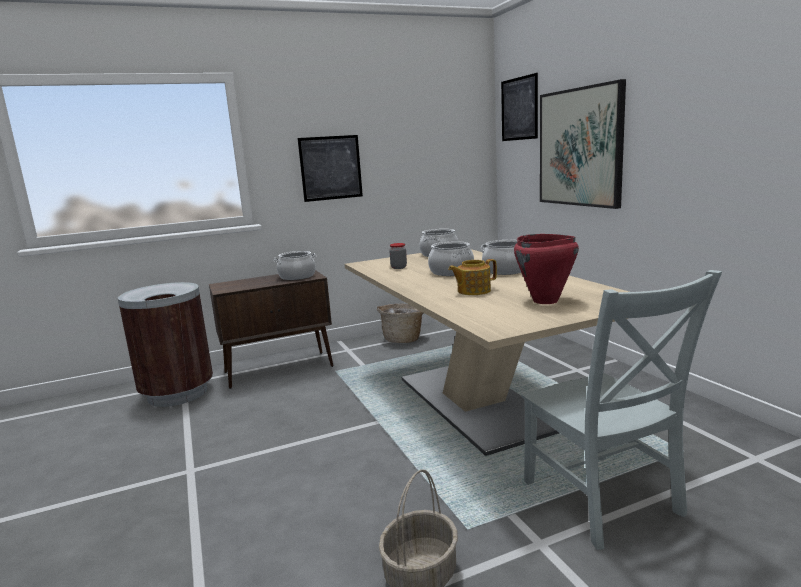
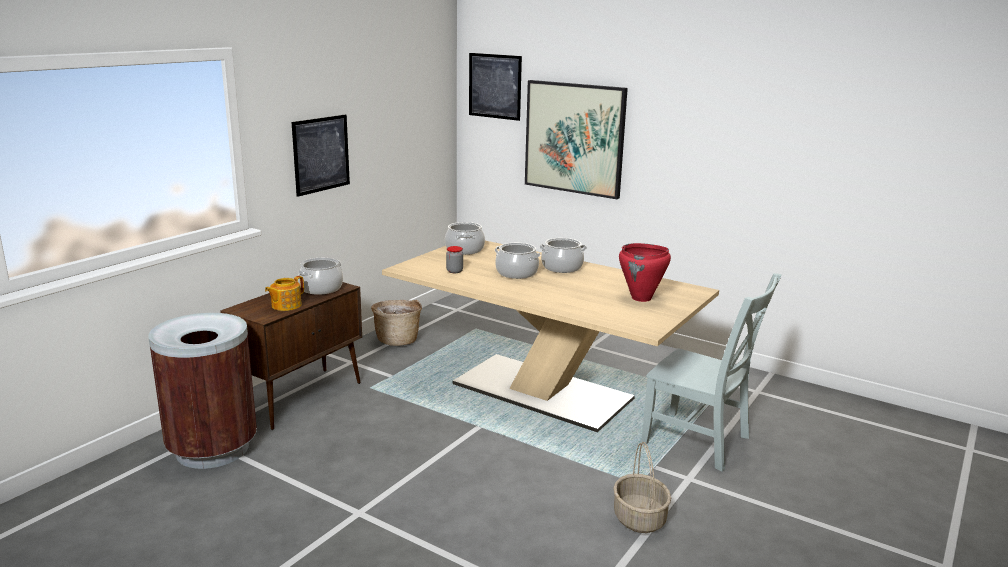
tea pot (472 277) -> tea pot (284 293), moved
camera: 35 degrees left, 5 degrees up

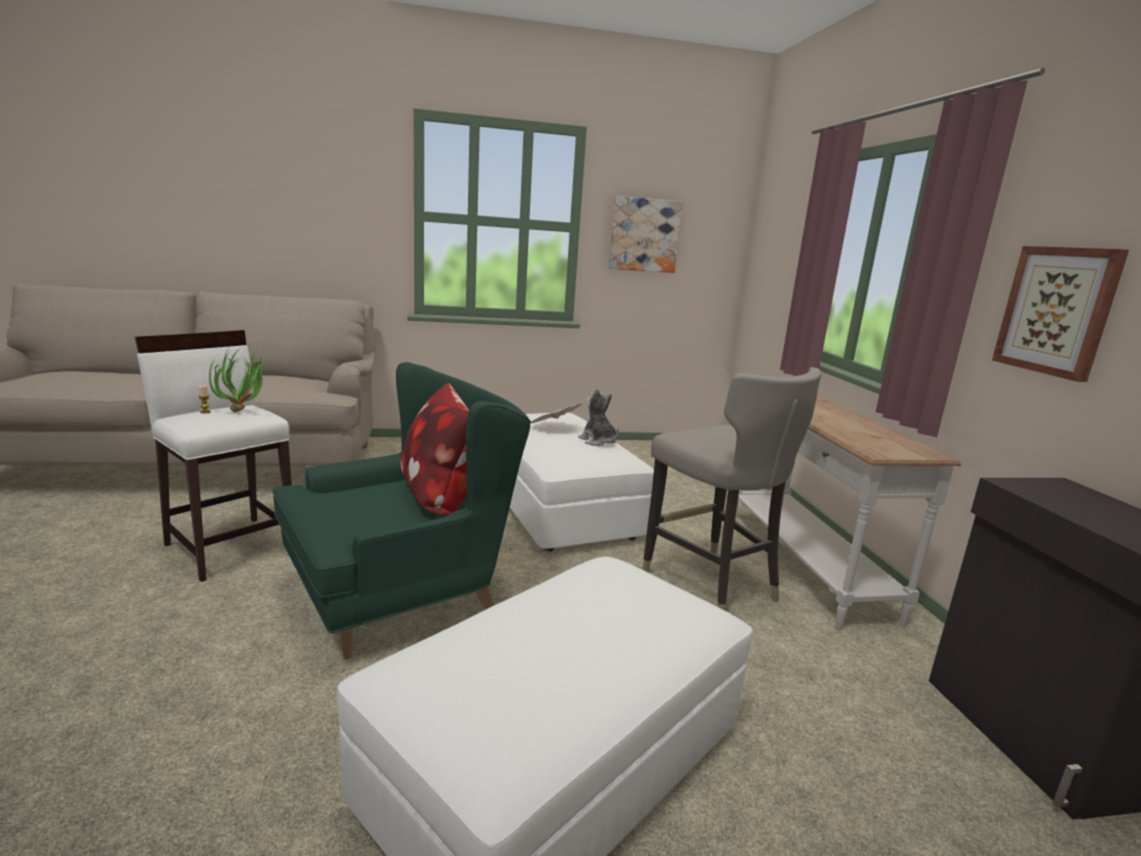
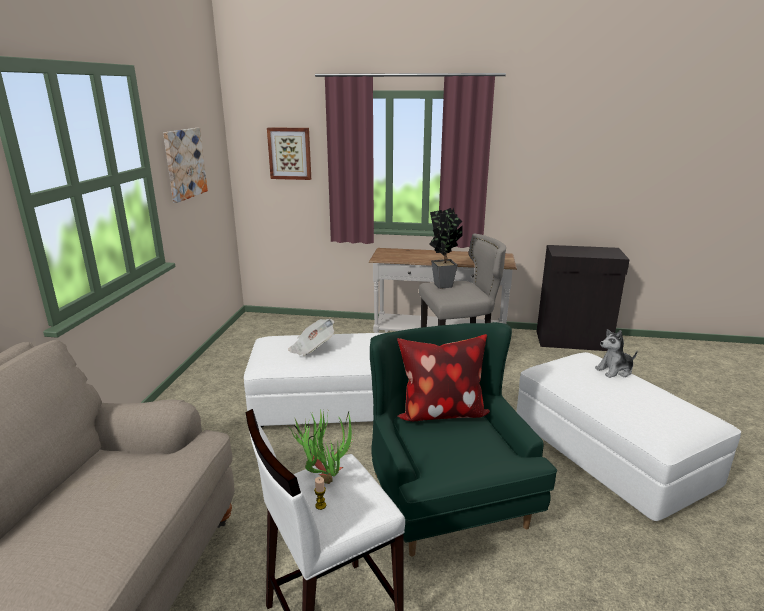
wall art (1060 314) -> wall art (289 153), moved
cuddly toy (598 417) -> cuddly toy (616 353), moved
none -> potted plant (446 248)
camera: 70 degrees left, 5 degrees up

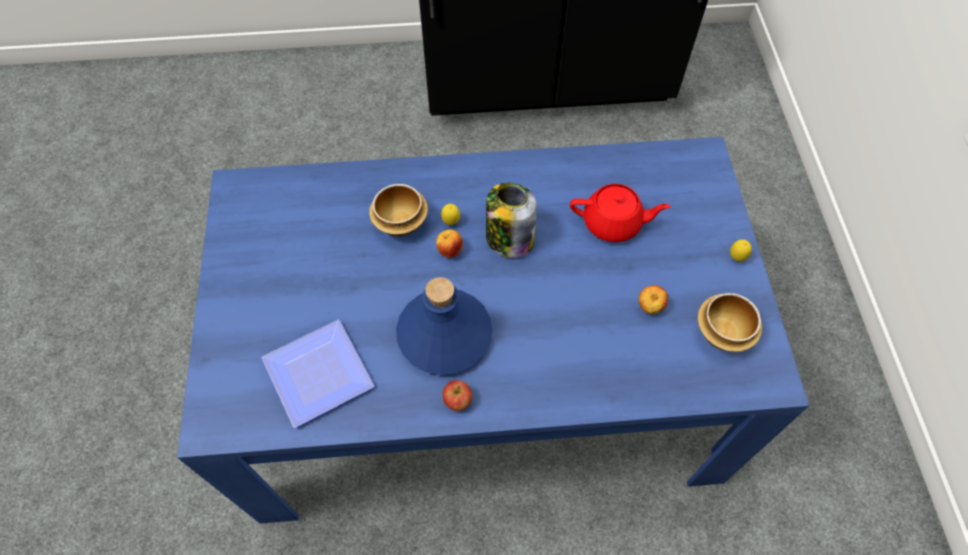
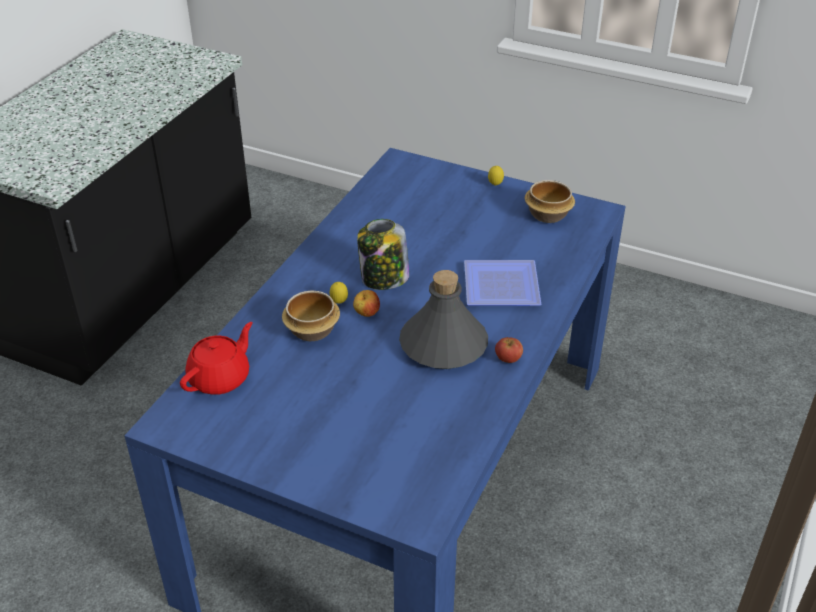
tea pot (reddish) (620 213) -> tea pot (reddish) (216 358), moved
bottle (bluish) (444 326) -> bottle (greyish) (443 319)
apple (653 299) -> none
dinner plate (318 374) -> dinner plate (503 283), moved
camera: 60 degrees left, 20 degrees down

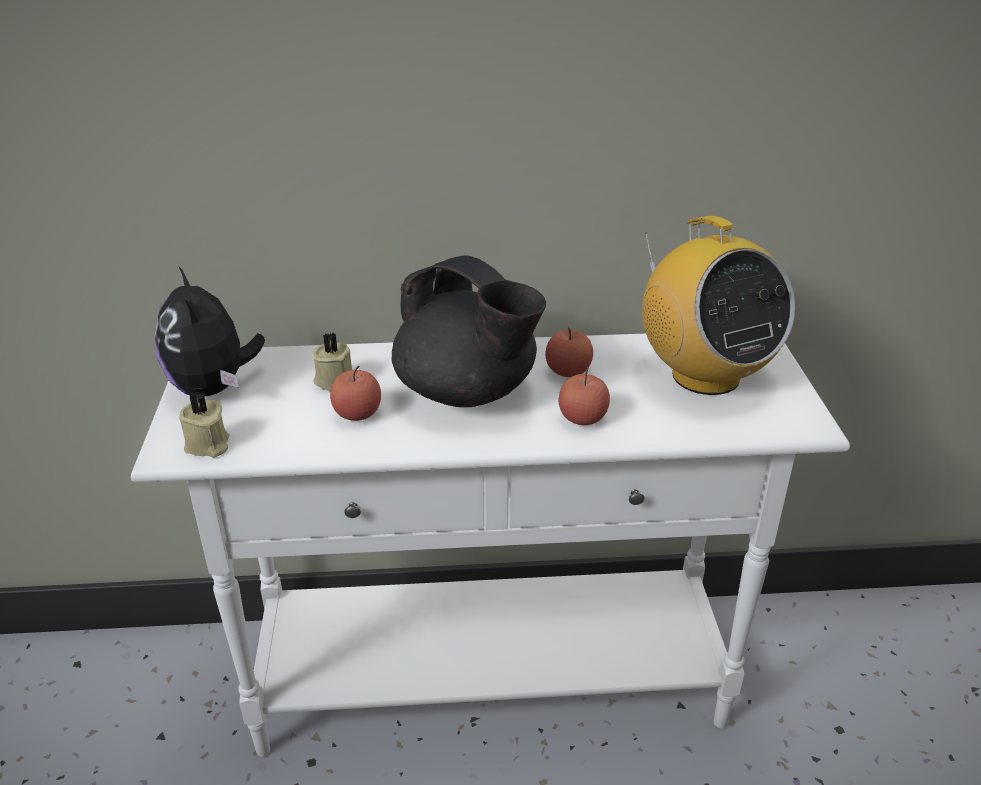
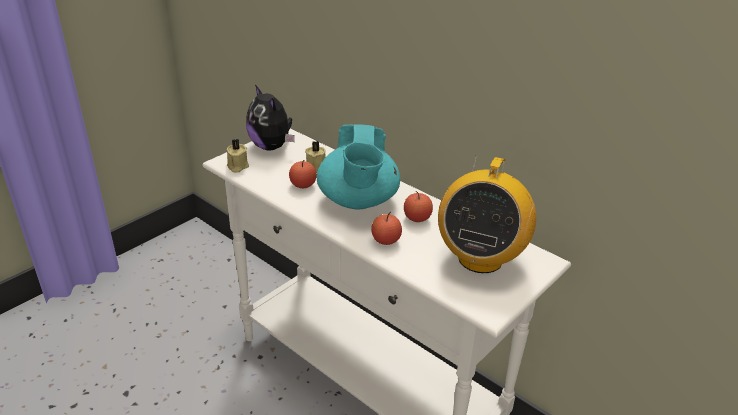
tea pot (blackish) (469 331) -> tea pot (turquoise-coloured) (358 166)
cuddly toy (210 331) -> cuddly toy (270 118), 60 degrees counterclockwise
camera: 45 degrees right, 0 degrees up

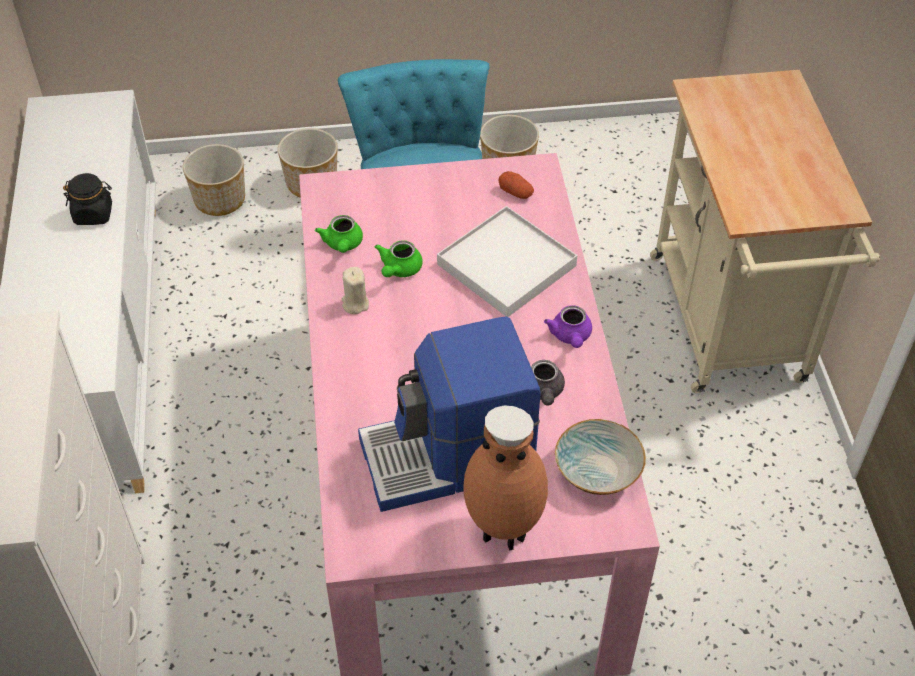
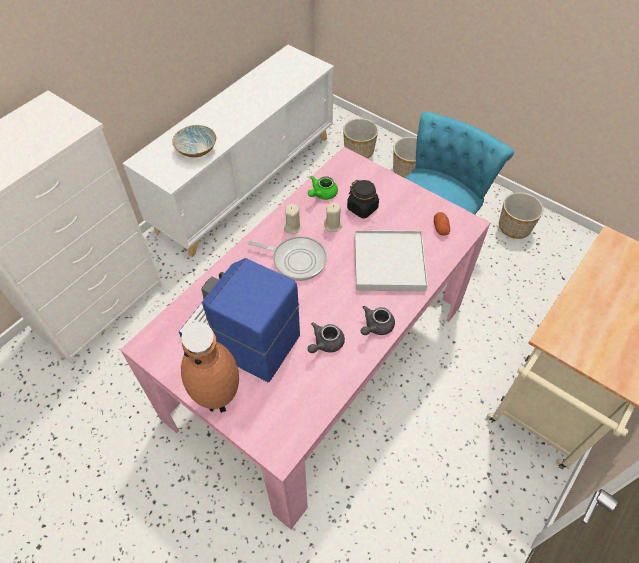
jar (blackish) (87 199) -> jar (blackish) (363 199), moved
tea pot (green) (399 258) -> wax light (beige-coloured) (333 217)
tea pot (purplish) (568 326) -> tea pot (greyish) (378 320)
bowl (600 457) -> bowl (194 141), moved
none -> frying pan (287 258)
camera: 45 degrees right, 5 degrees up

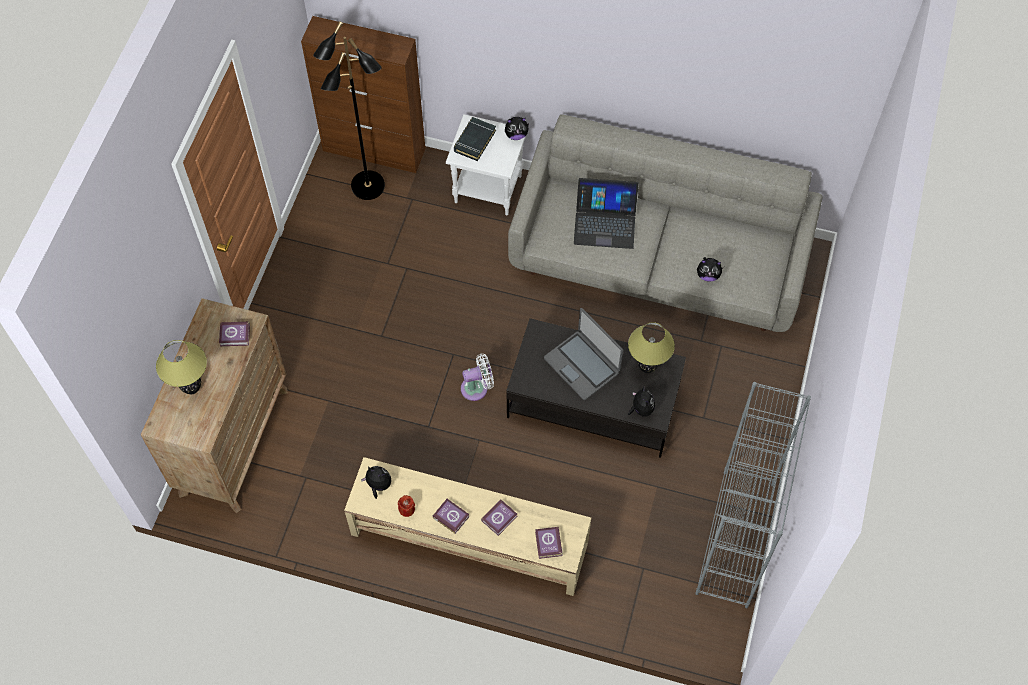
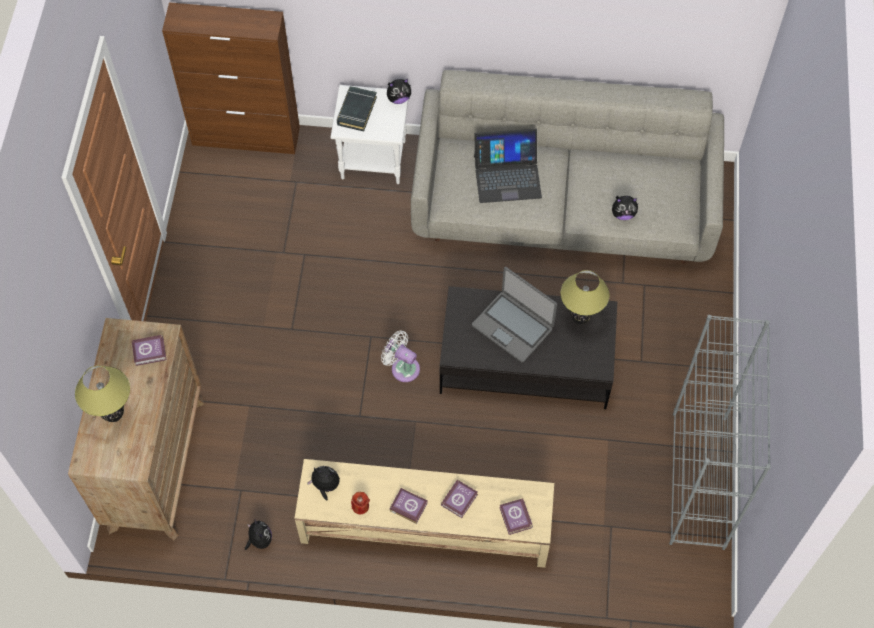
standing lamp (blackish) (349 110) -> none
cooling fan (white-coloured) (477 377) -> cooling fan (white-coloured) (400 356), 120 degrees counterclockwise
cuddly toy (641 401) -> cuddly toy (258 534), moved
camera: 10 degrees left, 0 degrees up

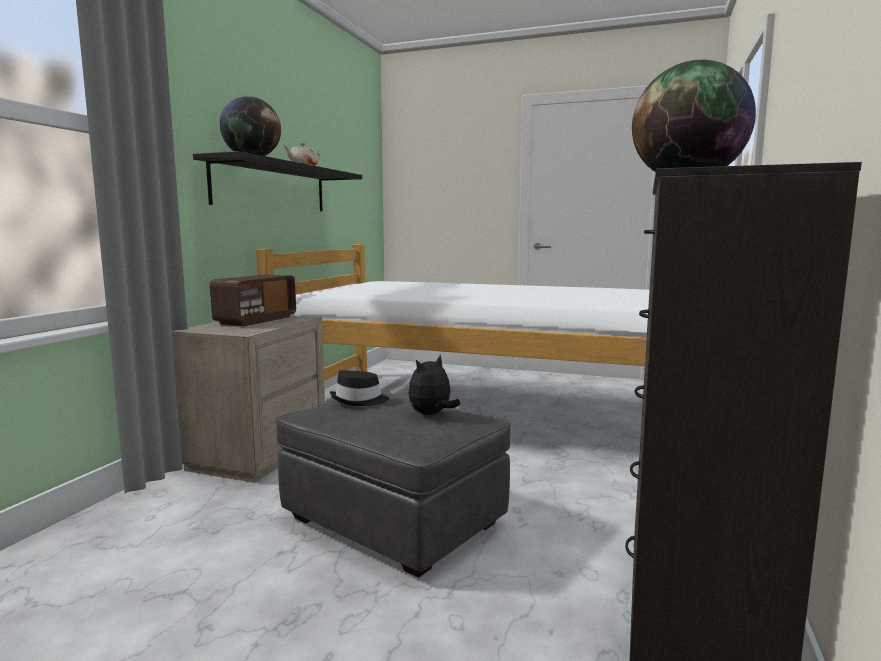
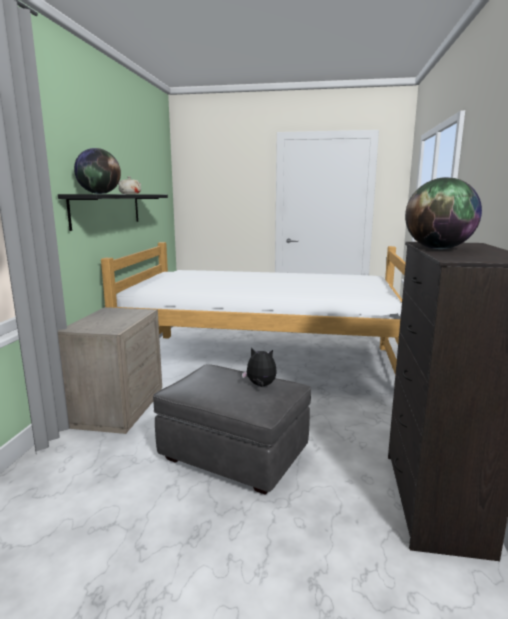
radio (253 300) -> none
cuddly toy (434 385) -> cuddly toy (259 367), 75 degrees clockwise
wearable hat (blackish) (359 388) -> none
camera: 10 degrees left, 5 degrees up

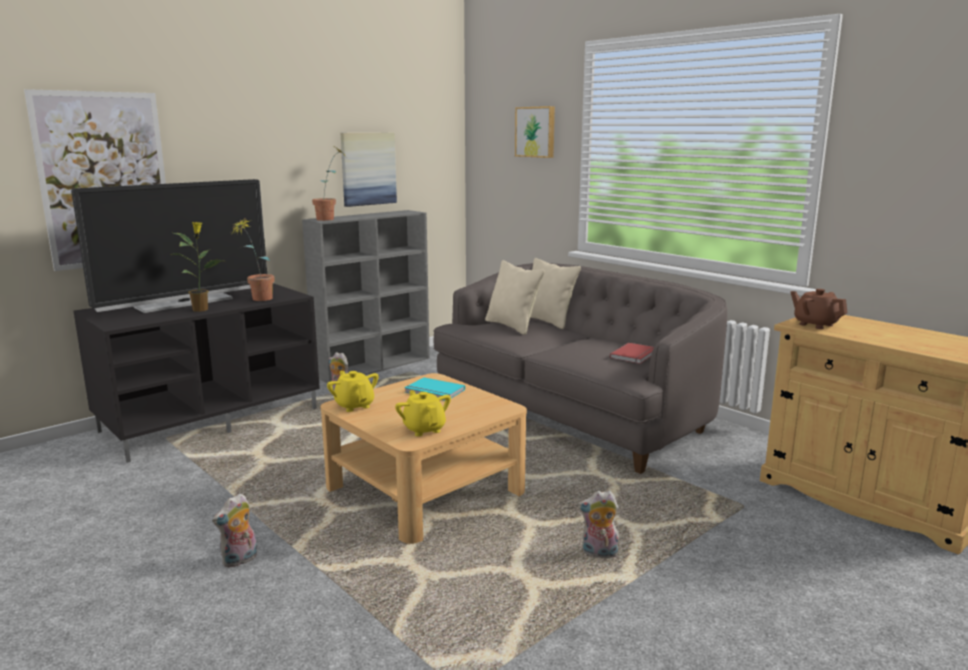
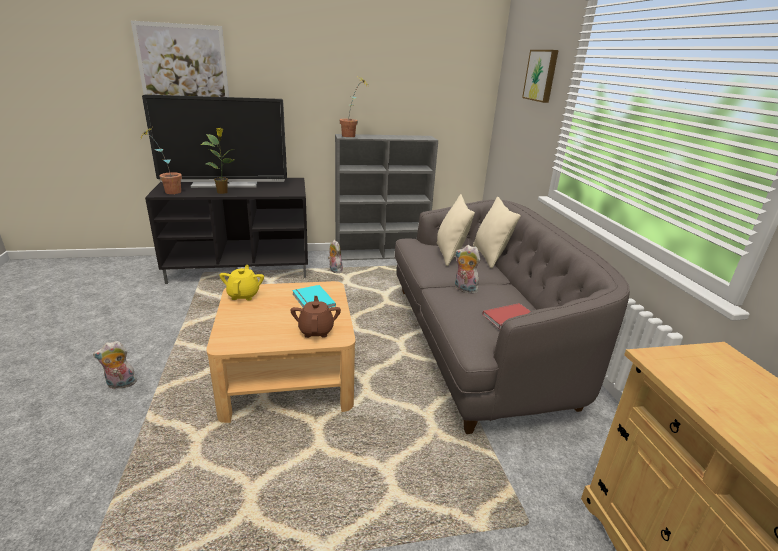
wall art (369 170) -> none
potted plant (253 259) -> potted plant (161 161), moved
tea pot (brown-coloured) (819 309) -> tea pot (brown-coloured) (315 317), moved
tea pot (yellowish) (423 413) -> none
cuddly toy (598 524) -> cuddly toy (467 269), moved
camera: 30 degrees right, 10 degrees up

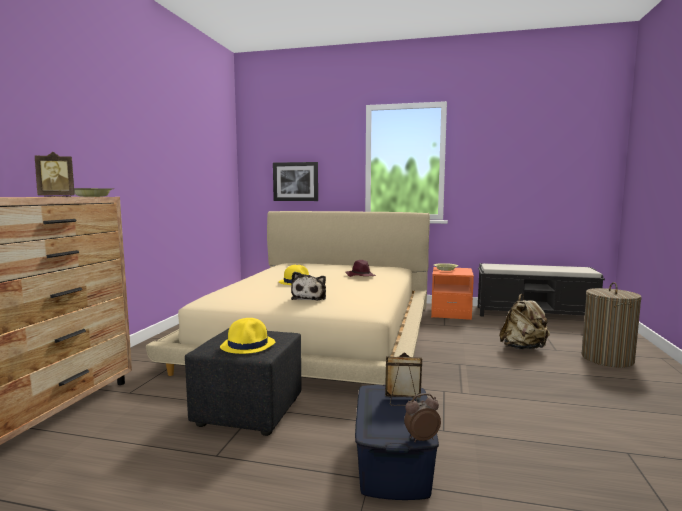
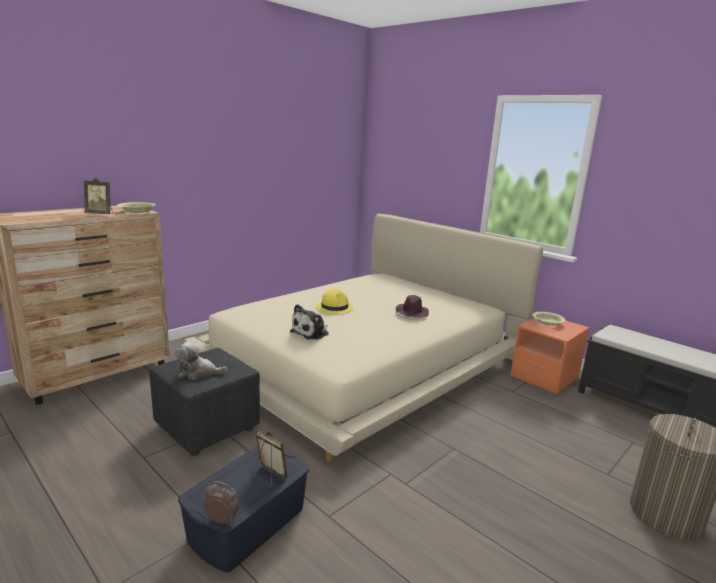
wall art (295 181) -> none
knapsack (beige-coloured) (524 321) -> none
wearable hat (yellowish) (247 336) -> cuddly toy (201 361)
camera: 30 degrees right, 10 degrees up

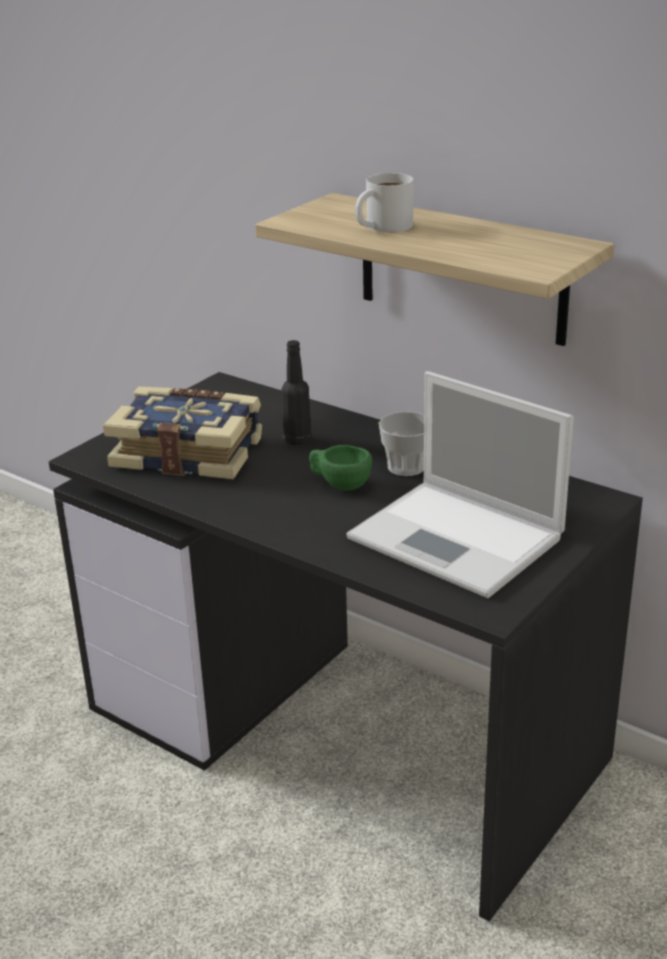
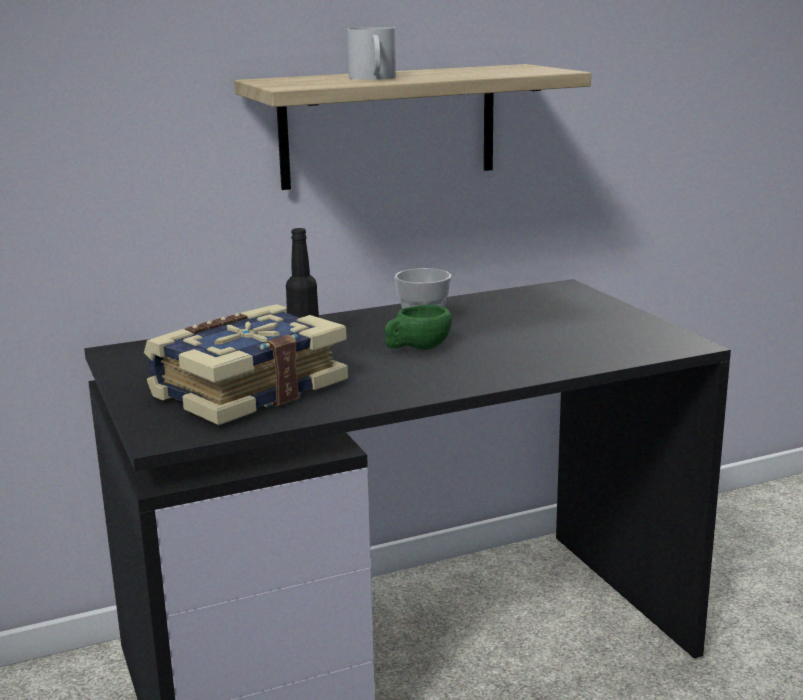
laptop (460 484) -> none
camera: 60 degrees left, 10 degrees down

